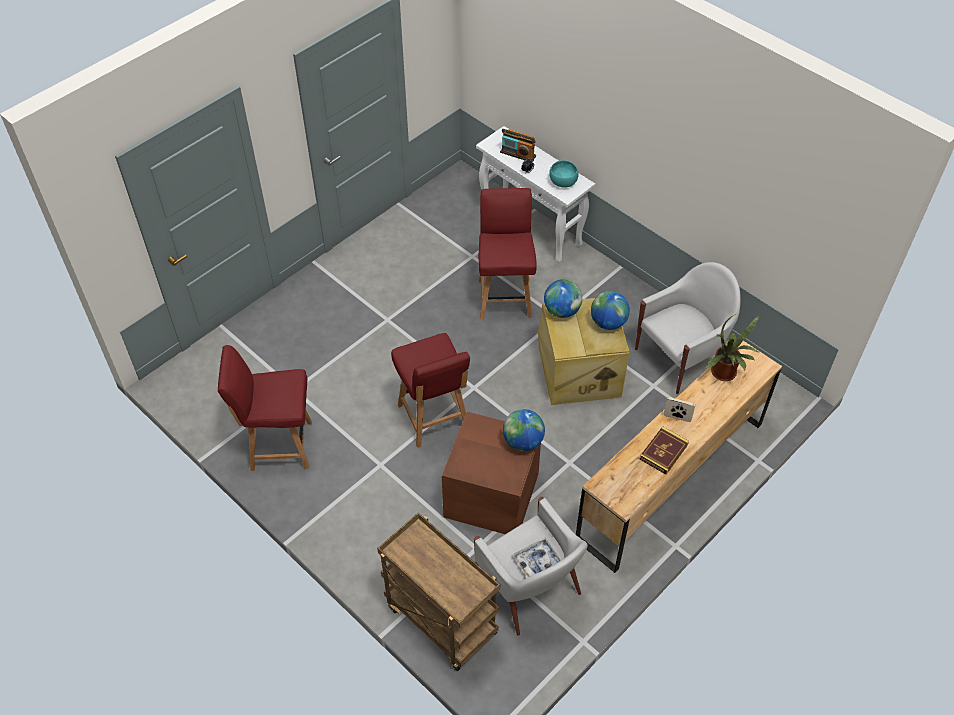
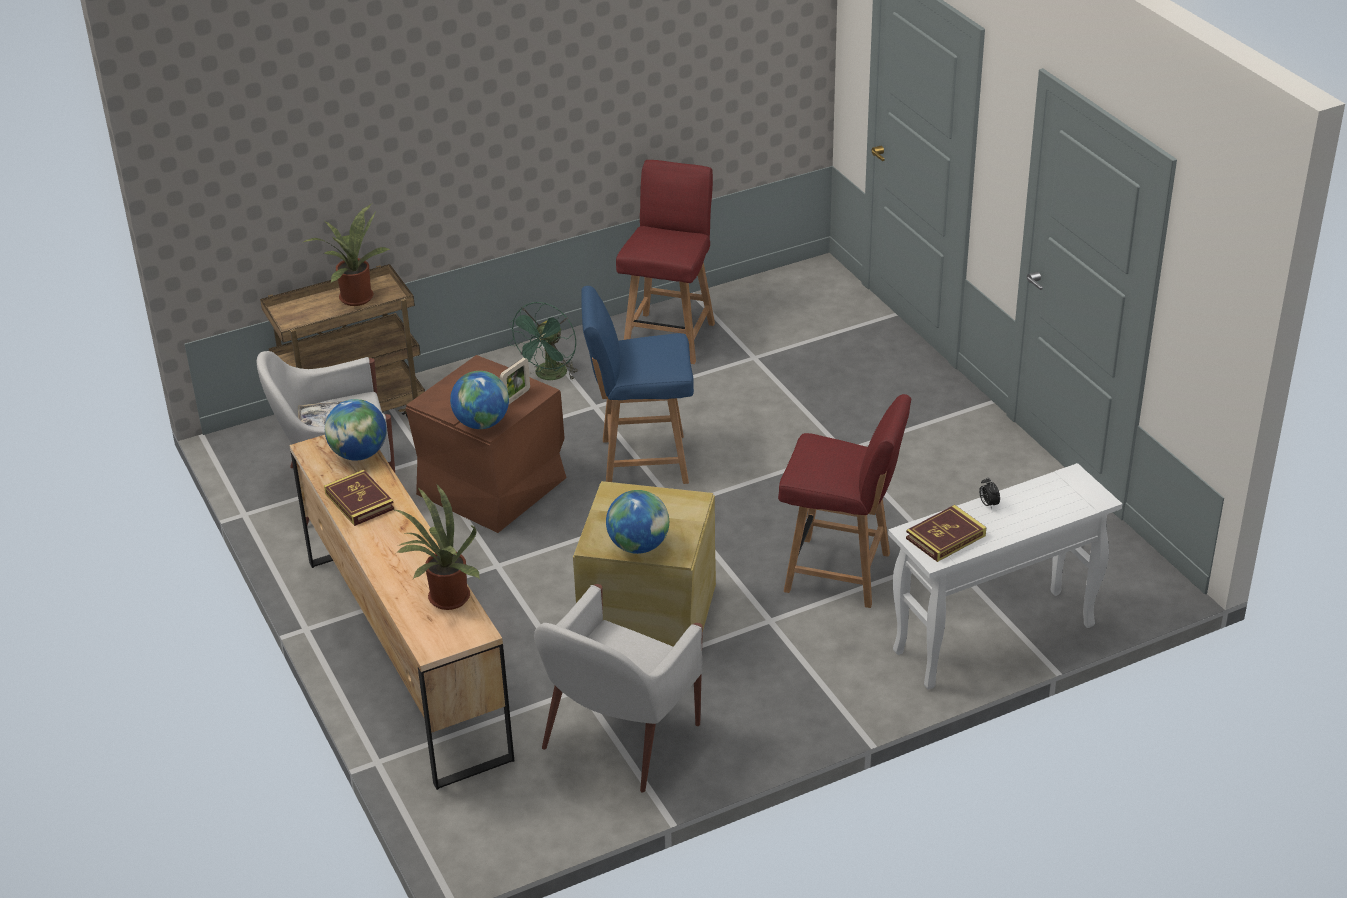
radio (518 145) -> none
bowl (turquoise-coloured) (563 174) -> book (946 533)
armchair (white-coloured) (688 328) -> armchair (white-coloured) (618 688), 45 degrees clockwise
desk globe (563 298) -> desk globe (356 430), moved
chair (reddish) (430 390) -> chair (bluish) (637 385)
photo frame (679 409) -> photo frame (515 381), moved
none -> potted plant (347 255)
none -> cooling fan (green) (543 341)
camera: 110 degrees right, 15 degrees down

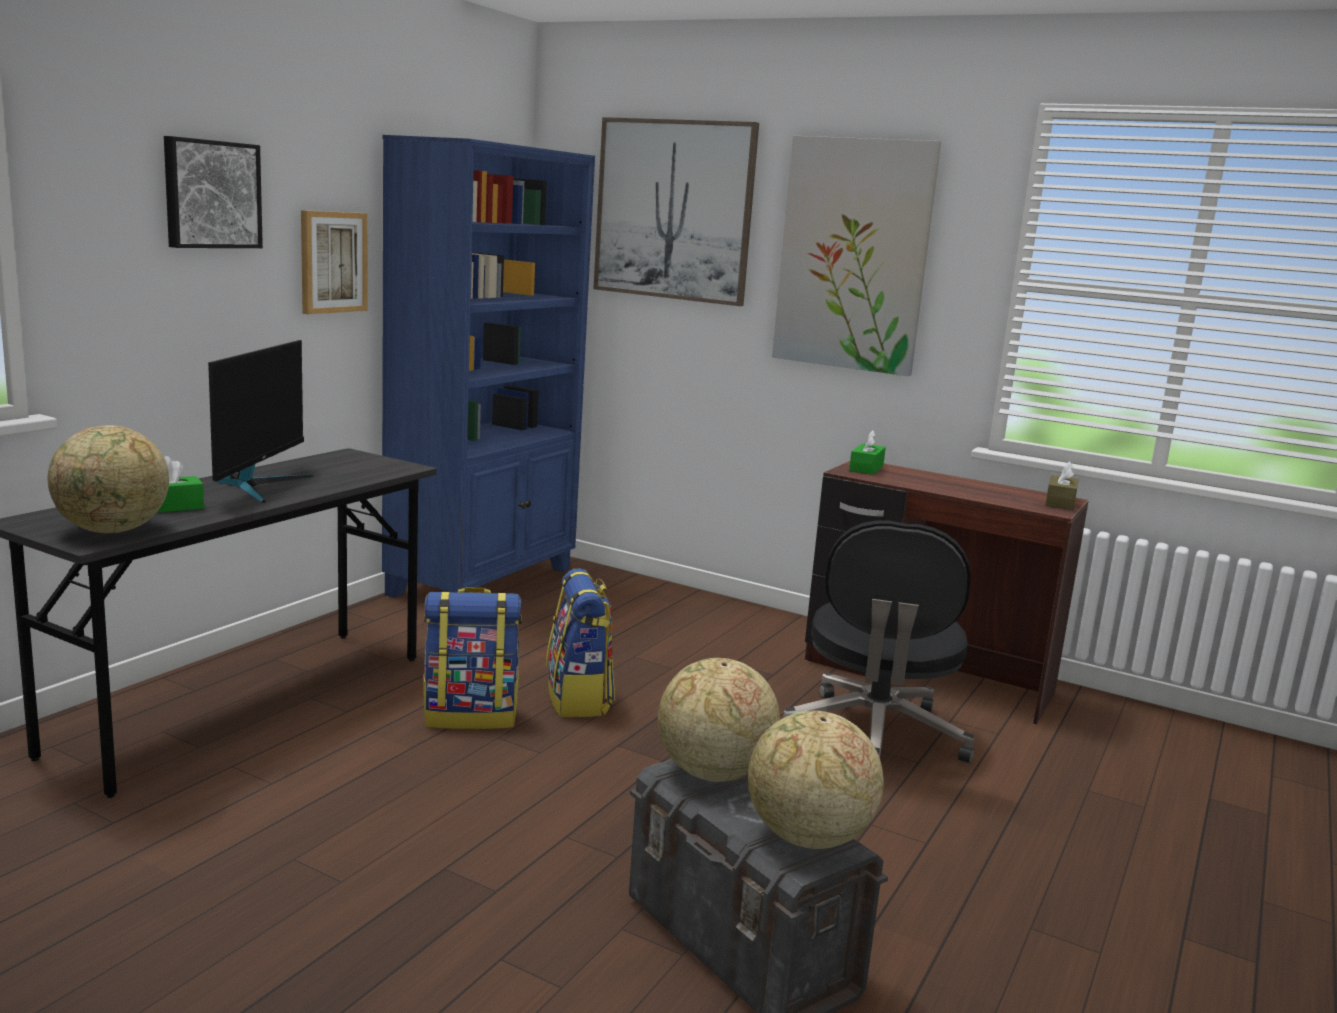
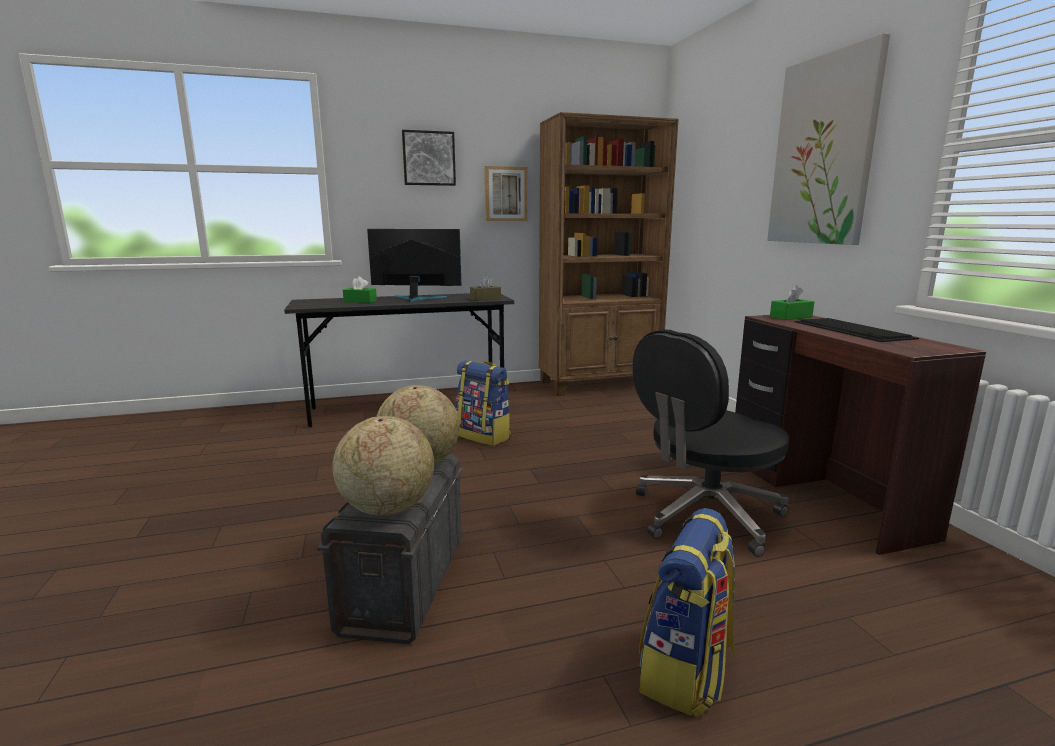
wall art (676 211) -> none
bookcase (bluish) (488 366) -> bookcase (brown-coloured) (609 254)
computer screen (261 421) -> computer screen (414 265), 135 degrees counterclockwise
desk globe (108 479) -> none
tissue box (brown-coloured) (1062 485) -> tissue box (brown-coloured) (485 288), moved
knapsack (580 642) -> knapsack (687 612), moved
none -> PC keyboard (857 330)
camera: 45 degrees right, 0 degrees up

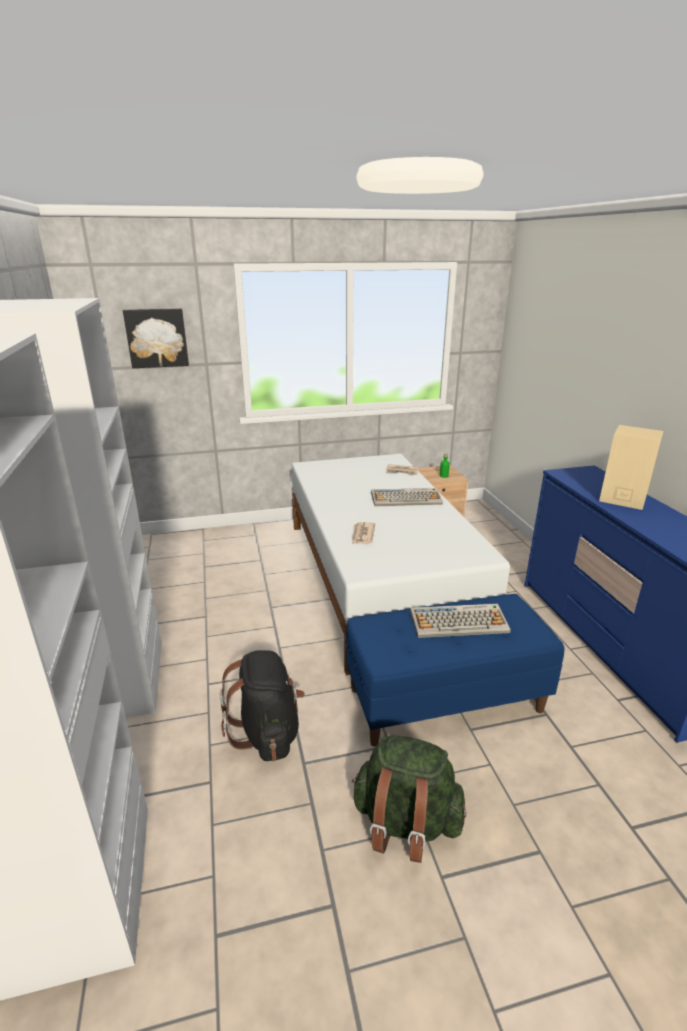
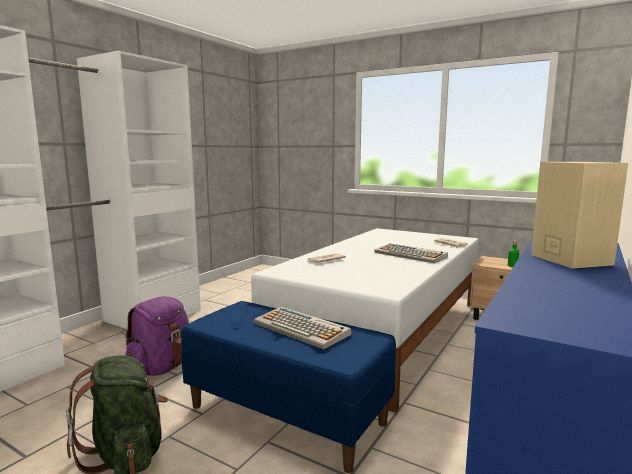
wall art (156 338) -> none
knapsack (blackish) (262 705) -> knapsack (purplish) (157 336)
camera: 45 degrees right, 15 degrees down

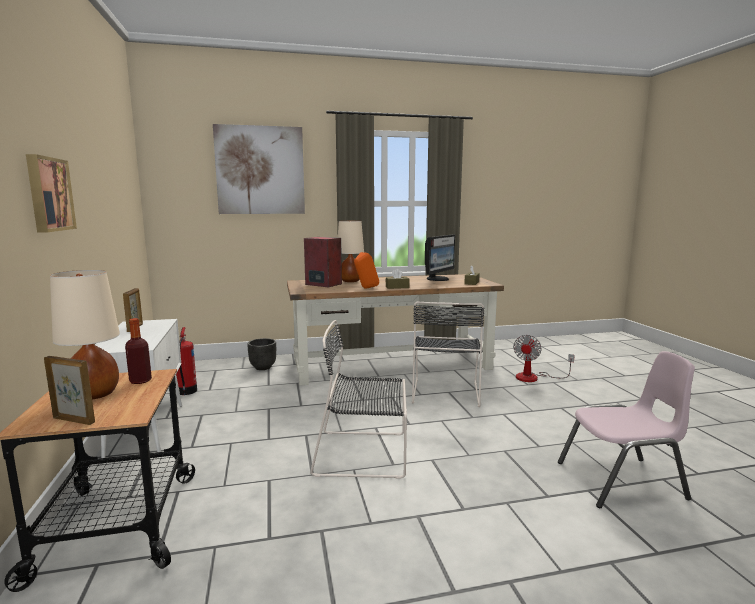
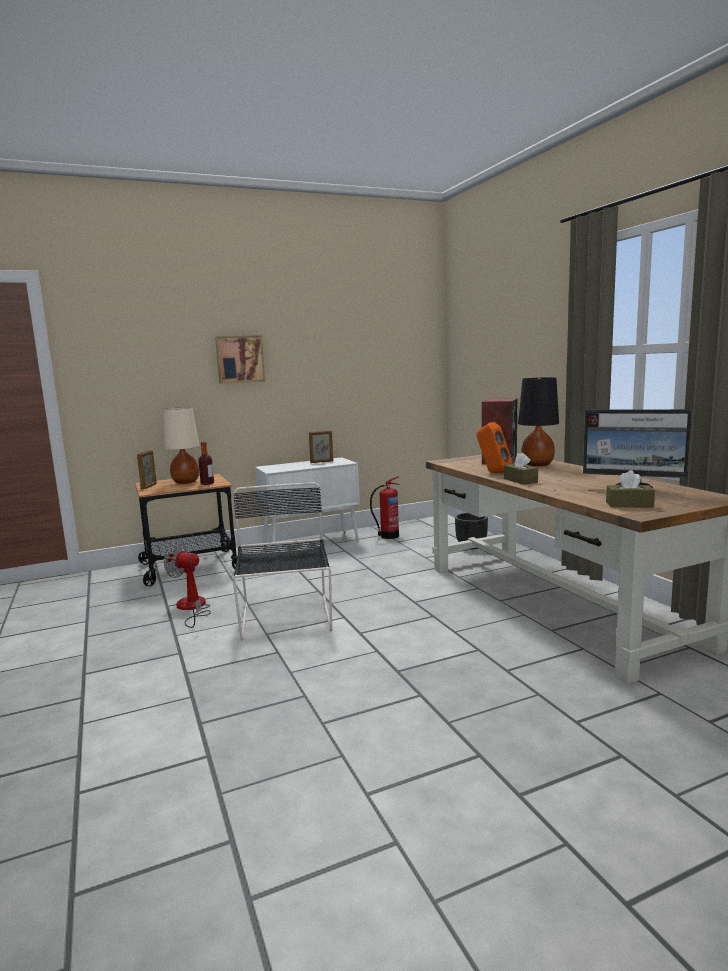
wall art (259 169) -> none
lamp for a table (beige-coloured) (351 251) -> lamp for a table (blackish) (538 421)
chair (blackish) (448 354) -> none
cooling fan (544 358) -> cooling fan (187 585), moved
chair (pink) (626 429) -> none
camera: 80 degrees right, 0 degrees up

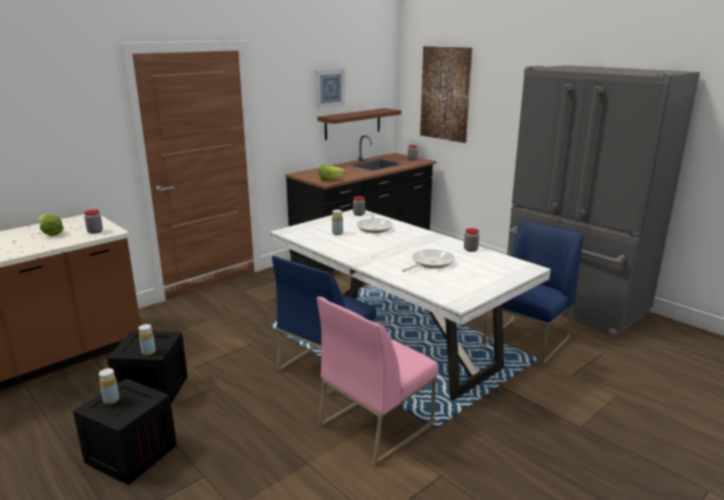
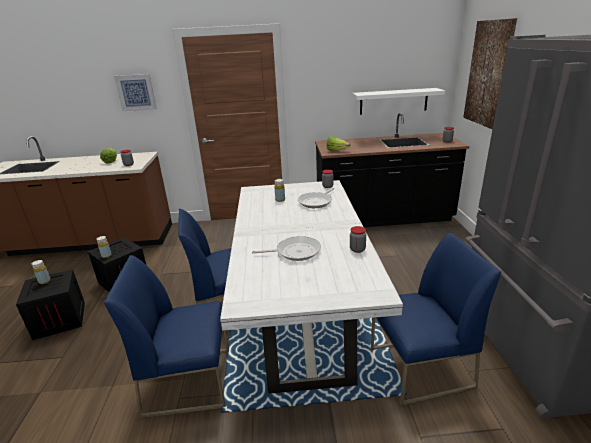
wall art (330 89) -> wall art (135 92), moved
wall shelf (brown-coloured) (359 124) -> wall shelf (white-coloured) (398 101)
chair (pink) (377 382) -> chair (bluish) (166 336)
camera: 40 degrees right, 5 degrees up

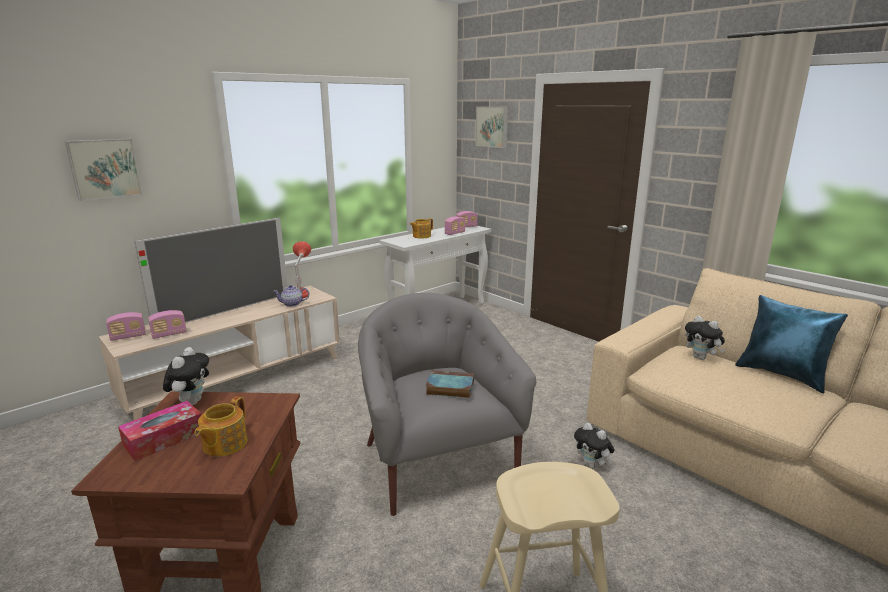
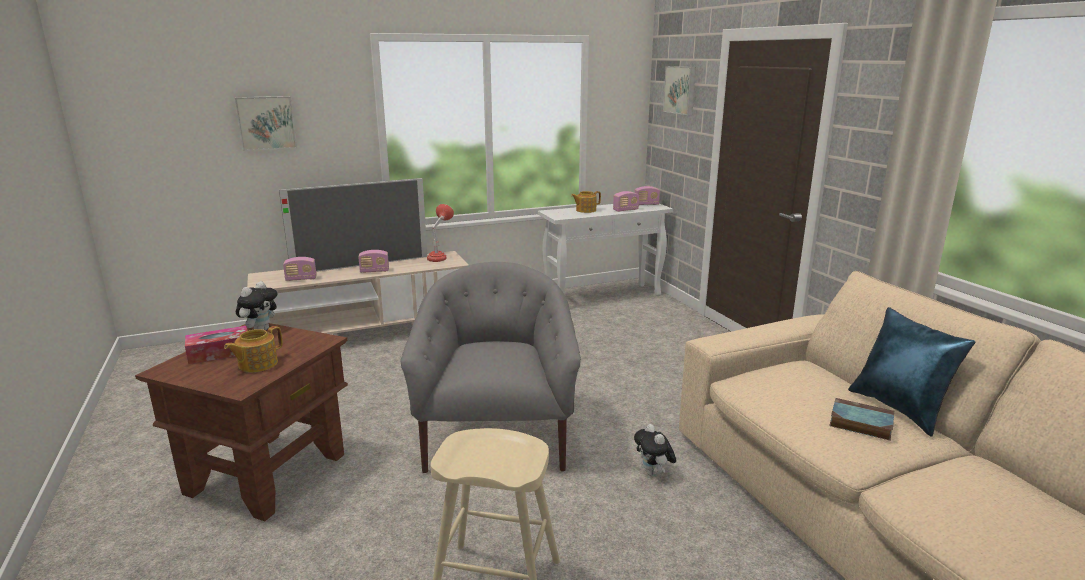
tea pot (291 296) -> none
radio (126 326) -> radio (373 261), moved
cuddly toy (705 338) -> none
book (450 384) -> book (861 419), moved
camera: 20 degrees right, 0 degrees up

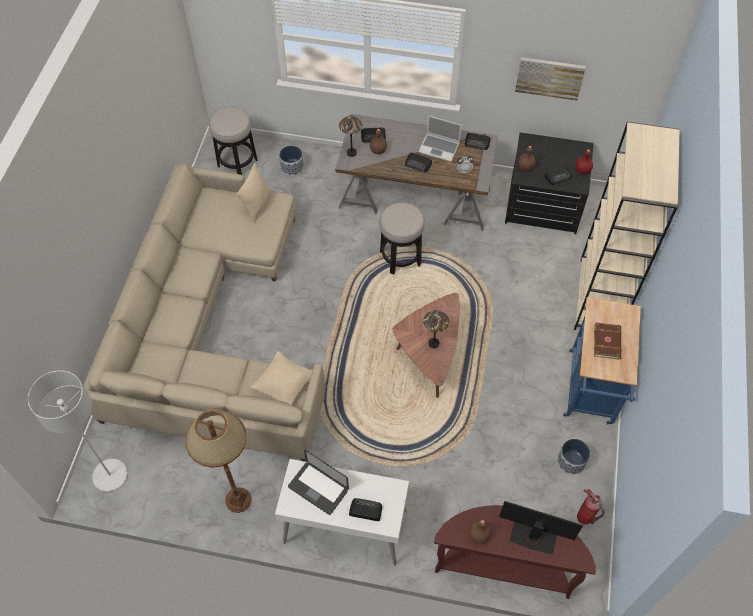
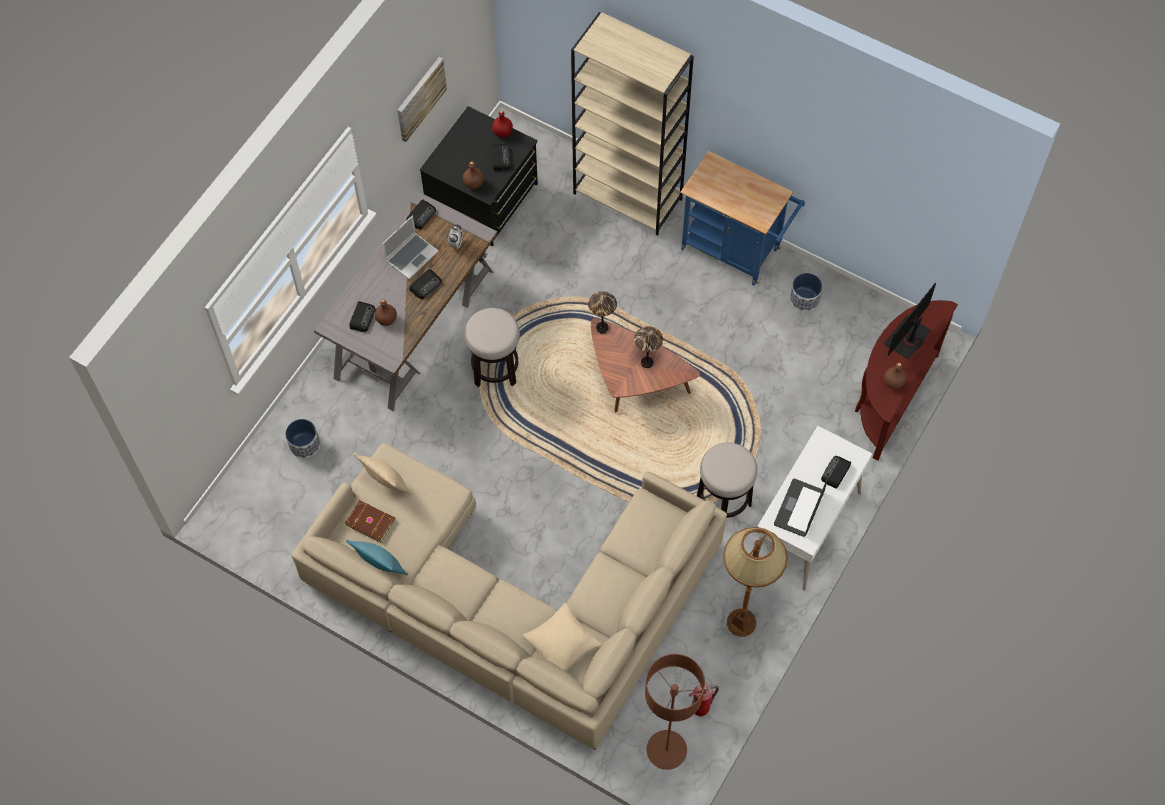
stool (233 141) -> stool (727 480), moved
lamp for a table (351 136) -> lamp for a table (602 312), moved
book (brown-coloured) (608 341) -> book (brown-coloured) (370 521), moved
cushion (beige-coloured) (281 378) -> cushion (beige-coloured) (562 637), moved
standing lamp (greyish) (77 431) -> standing lamp (brown-coloured) (675 712)
laptop (318 482) -> laptop (801 507), 150 degrees clockwise
extinguisher (591 507) -> extinguisher (704 700), moved
none -> cushion (turquoise-coloured) (377 558)
camera: 70 degrees left, 5 degrees up

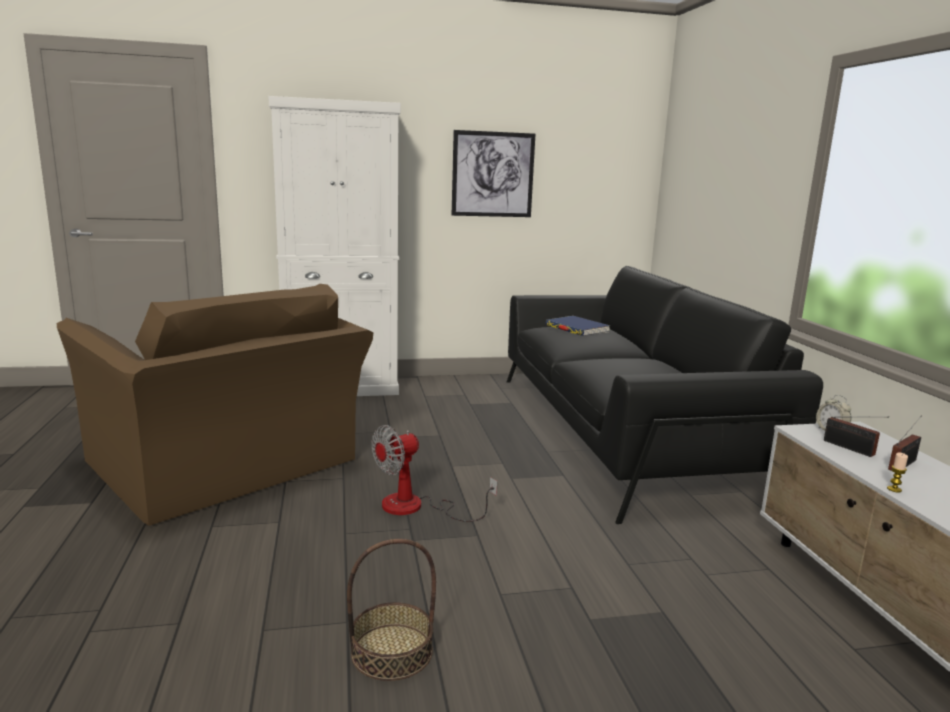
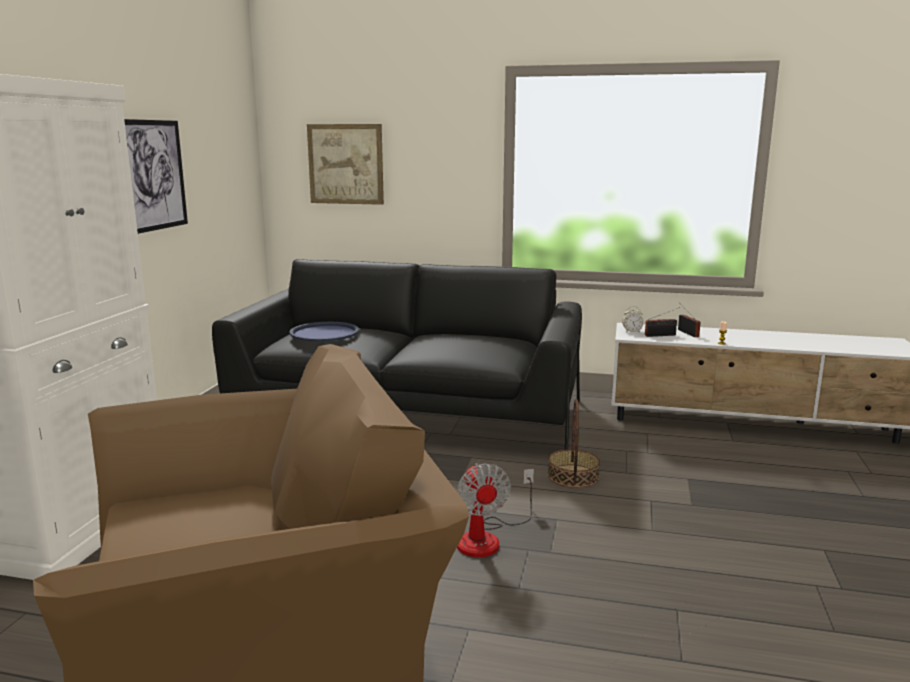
book (bluish) (578 326) -> serving tray (bluish) (324 332)
basket (391 610) -> basket (573 443), moved
none -> wall art (345 164)
camera: 65 degrees left, 0 degrees up

